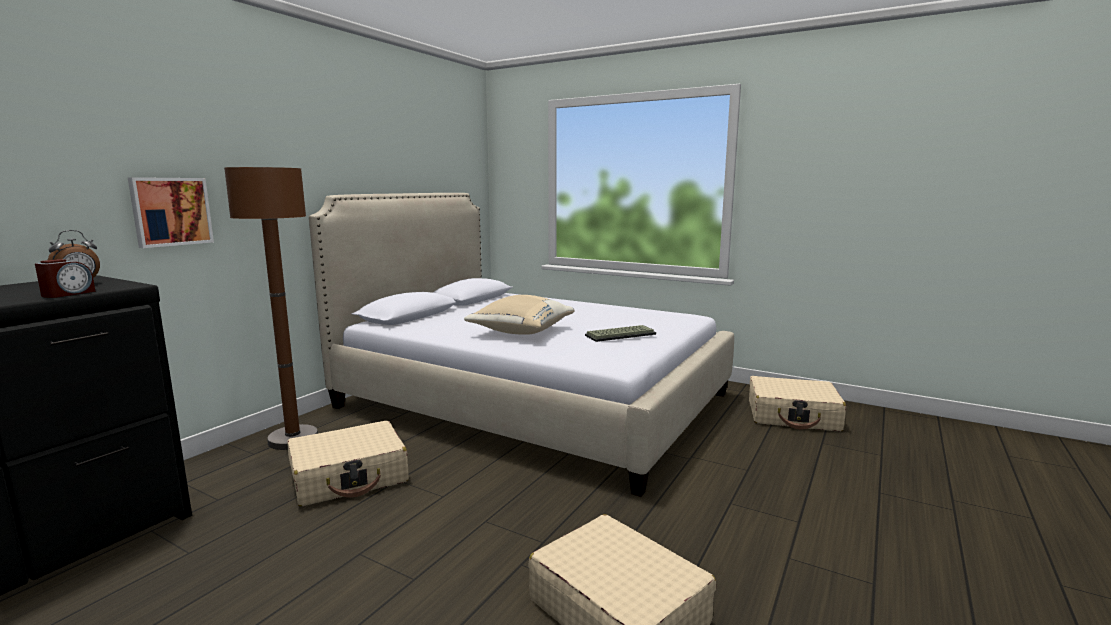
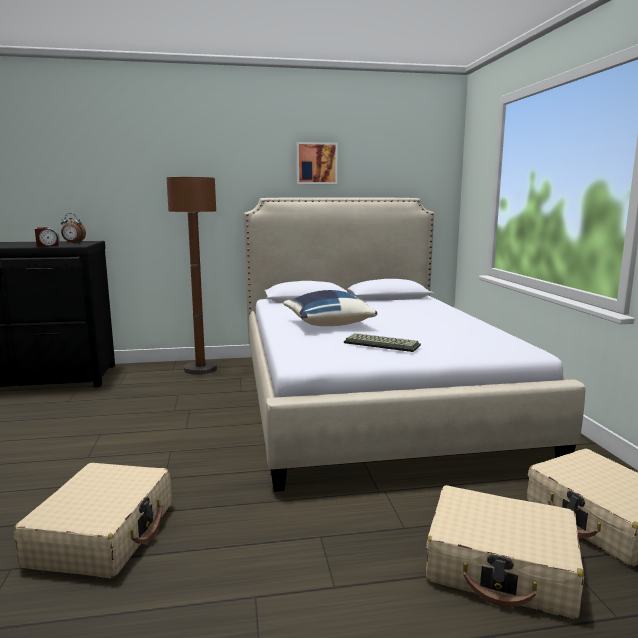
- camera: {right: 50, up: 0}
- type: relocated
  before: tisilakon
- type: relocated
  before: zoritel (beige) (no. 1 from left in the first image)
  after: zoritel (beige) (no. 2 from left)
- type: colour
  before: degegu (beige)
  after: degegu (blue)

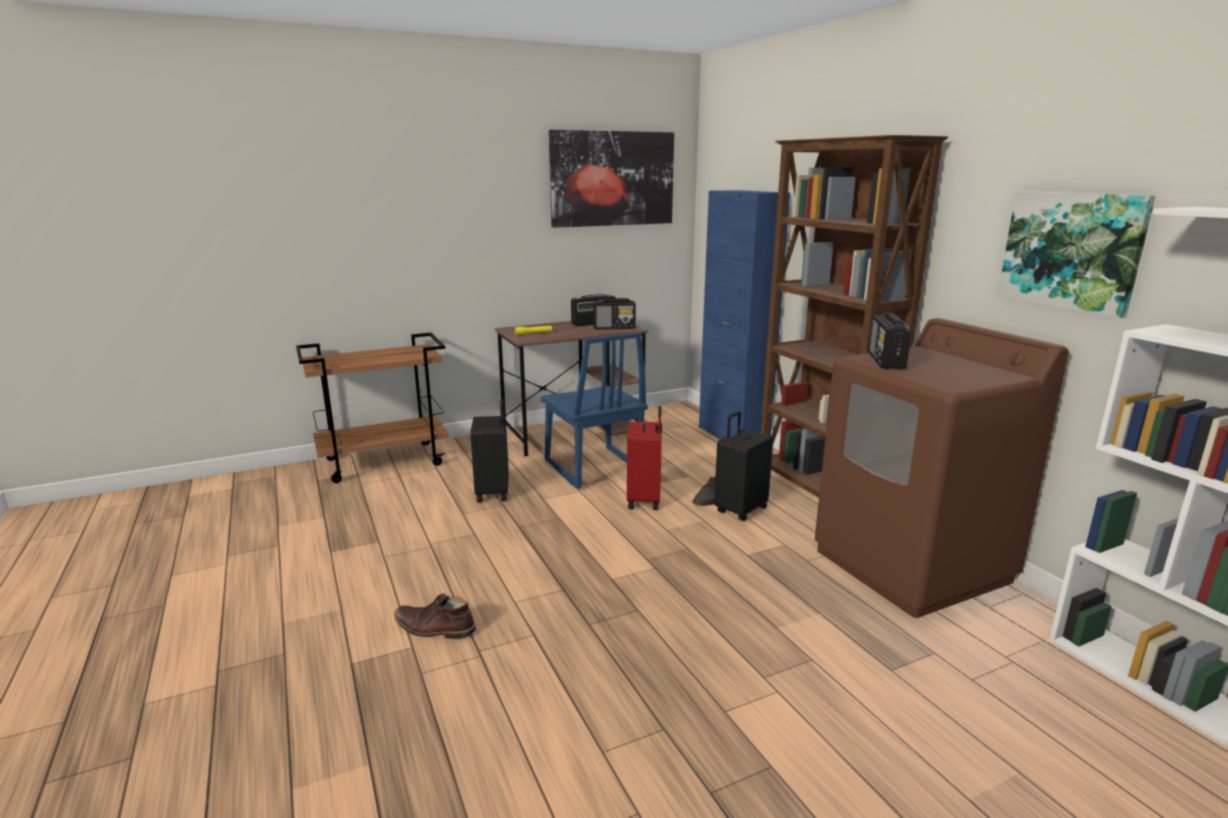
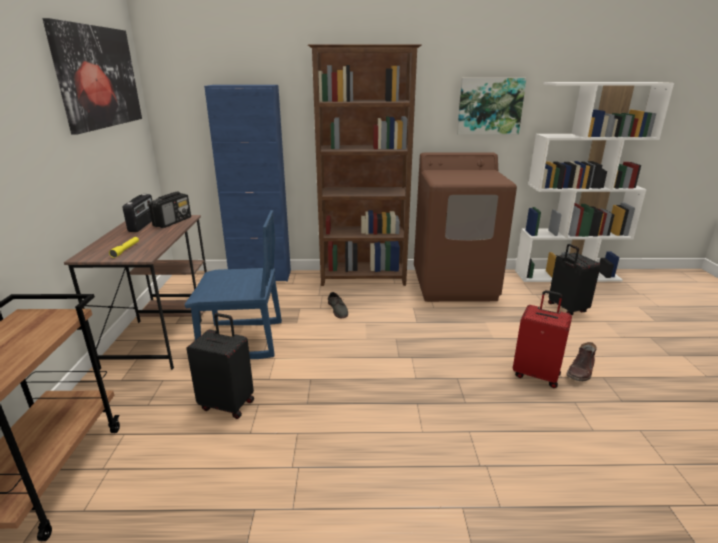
- camera: {right: -65, up: 5}
- type: missing
  before: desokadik (no. 3 from left)
- type: relocated
  before: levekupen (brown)
- type: relocated
  before: zoritel (red)
- type: relocated
  before: zoritel (black) (no. 2 from left)

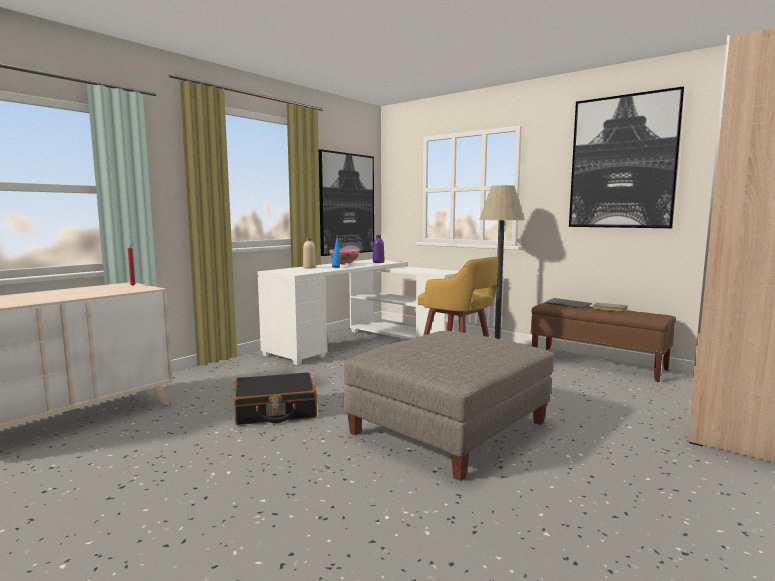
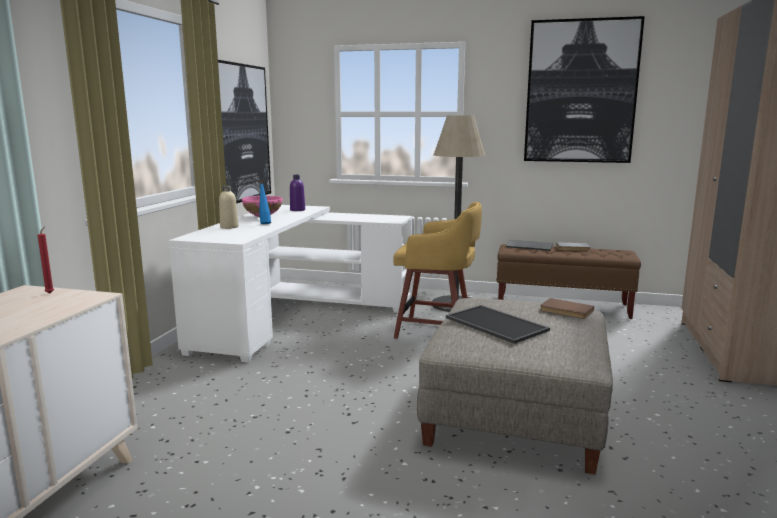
- camera: {right: -25, up: 5}
- type: missing
  before: zoritel (black)
- type: appeared
  after: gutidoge
- type: appeared
  after: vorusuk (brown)

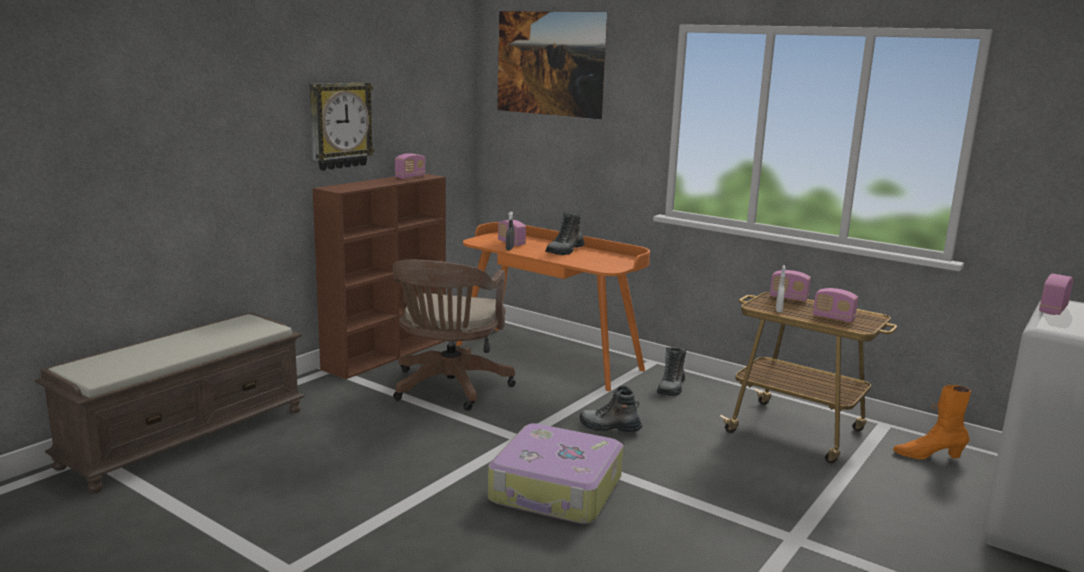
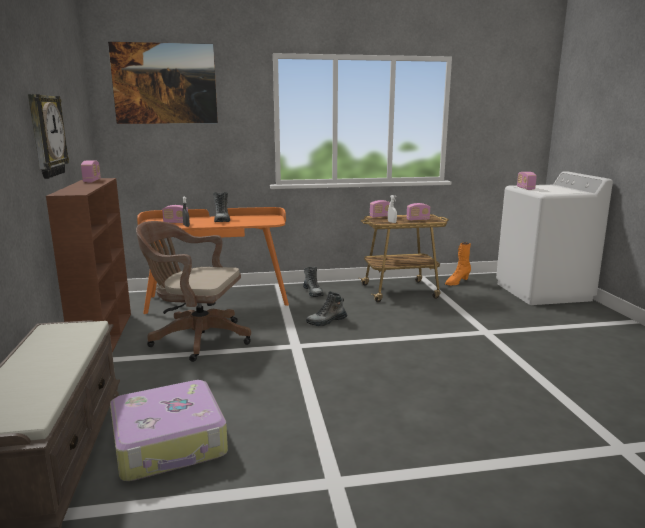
- camera: {right: -45, up: 0}
- type: relocated
  before: zoritel
- type: spun
  before: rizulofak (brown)
  turn: 135

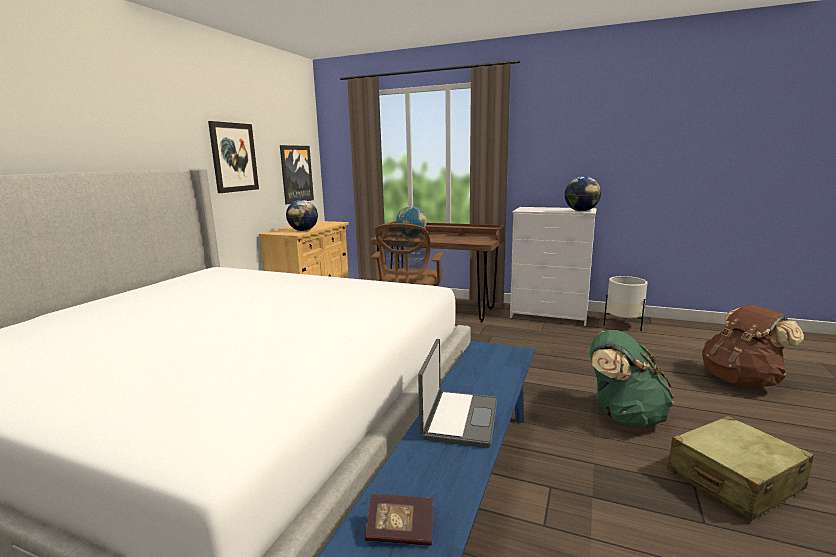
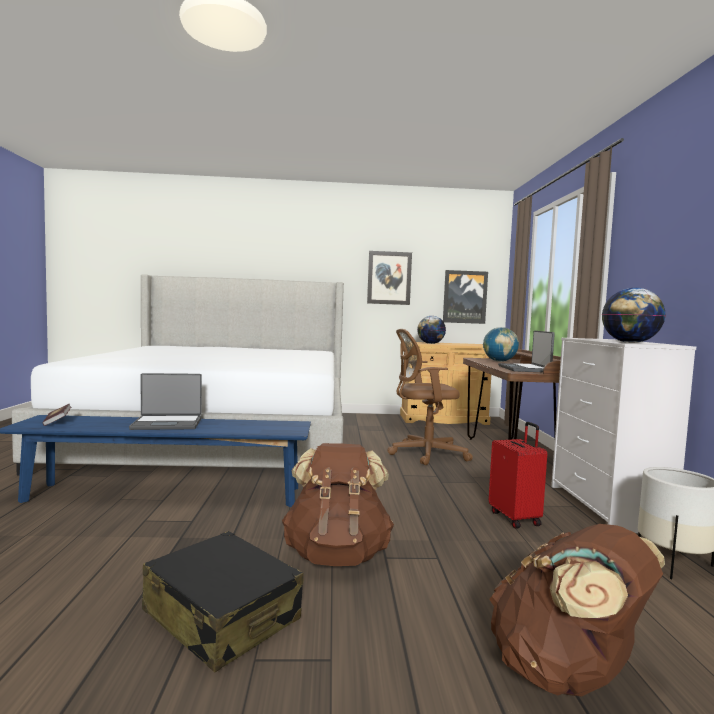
- camera: {right: 65, up: -10}
- type: appeared
  after: zoritel (red)
- type: appeared
  after: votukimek (no. 2 from left)
- type: colour
  before: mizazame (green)
  after: mizazame (brown) (no. 1 from left)
- type: colour
  before: zoritel (beige)
  after: zoritel (black)

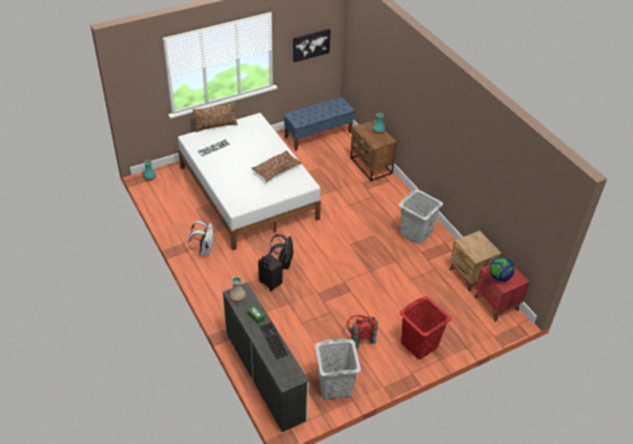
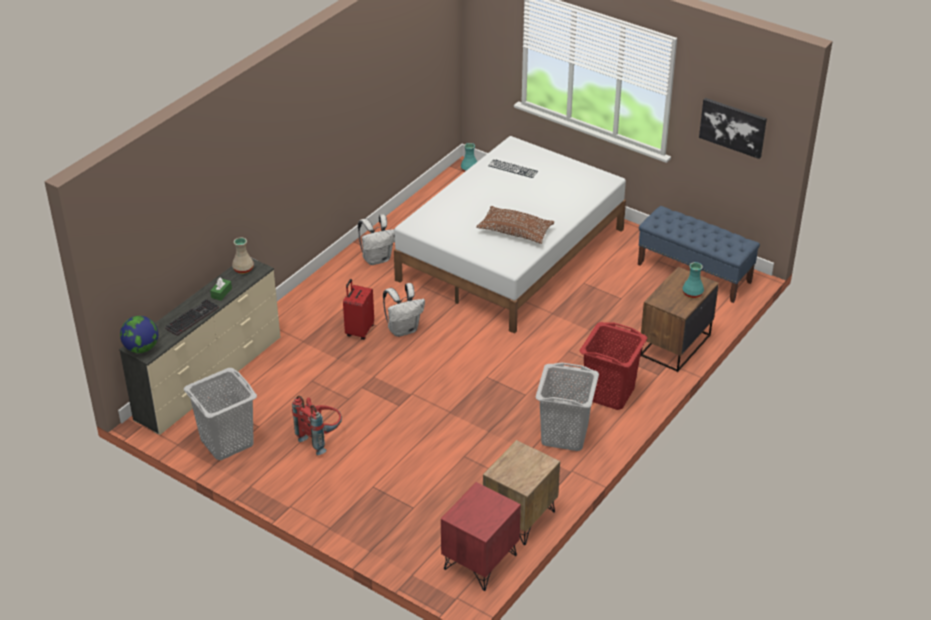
- camera: {right: 65, up: -5}
- type: missing
  before: degegu (brown) (no. 1 from left)
- type: relocated
  before: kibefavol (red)
- type: relocated
  before: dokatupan
- type: colour
  before: zoritel (black)
  after: zoritel (red)
- type: colour
  before: mizazame (black)
  after: mizazame (white) (no. 2 from left)

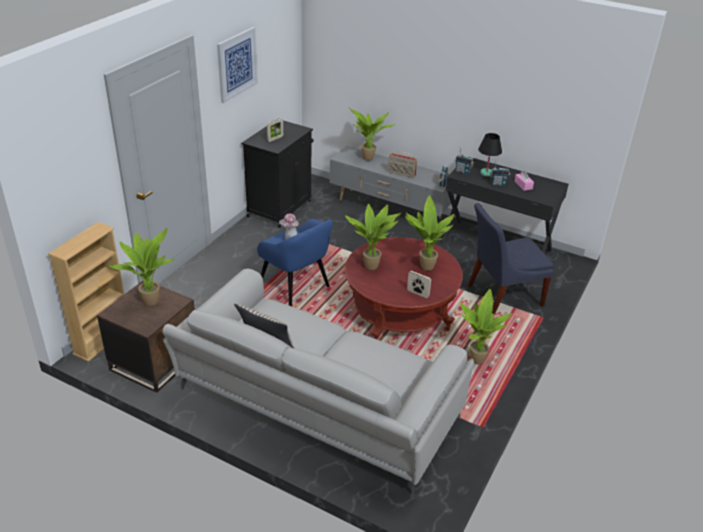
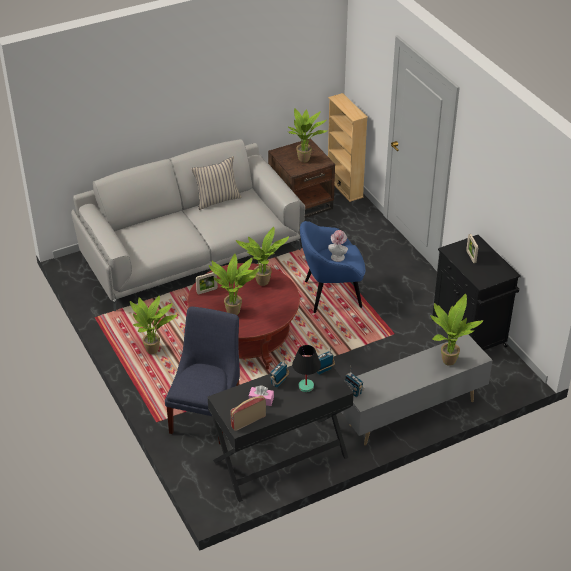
- camera: {right: 125, up: 5}
- type: missing
  before: tisilakon
- type: relocated
  before: desokadik (no. 1 from left)

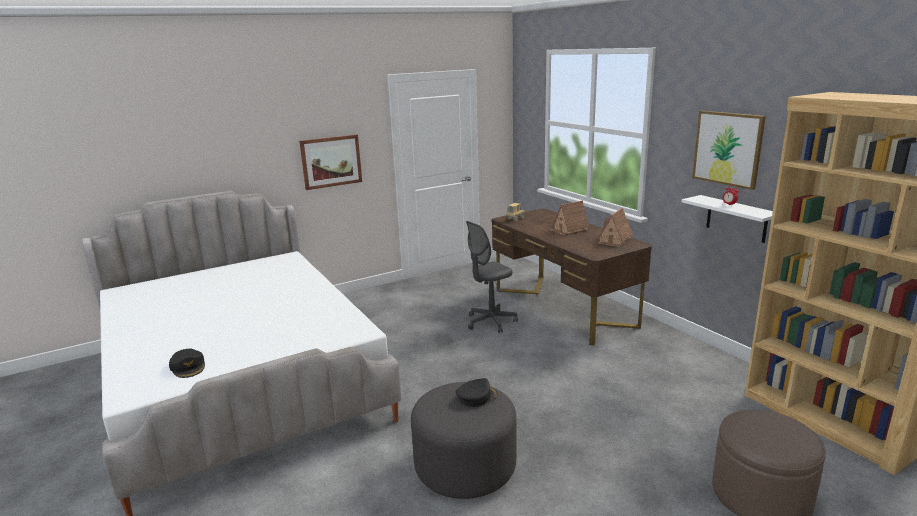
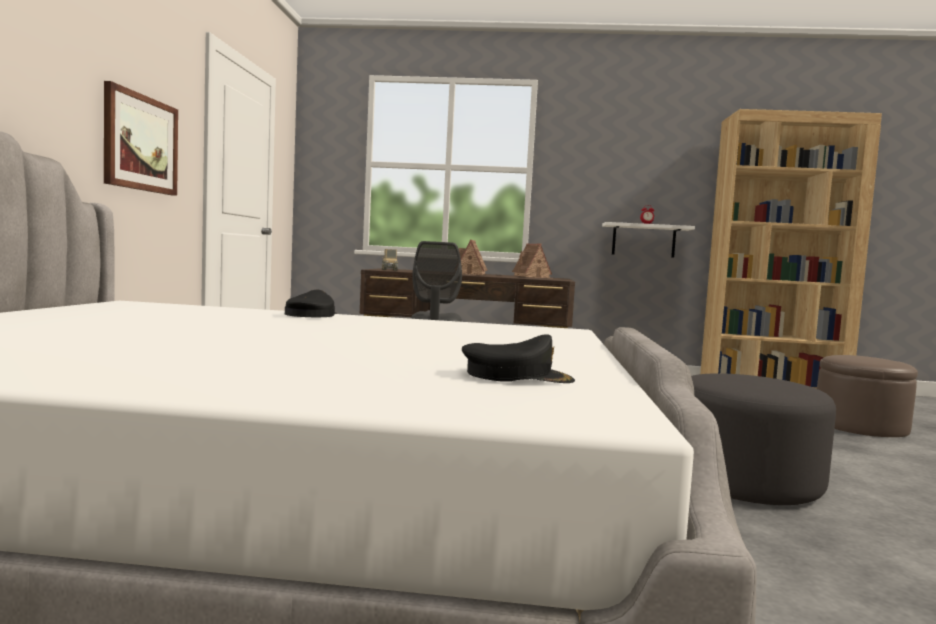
- camera: {right: -55, up: -15}
- type: missing
  before: tisilakon (no. 2 from left)
- type: relocated
  before: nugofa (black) (no. 2 from left in the first image)
  after: nugofa (black) (no. 1 from left)

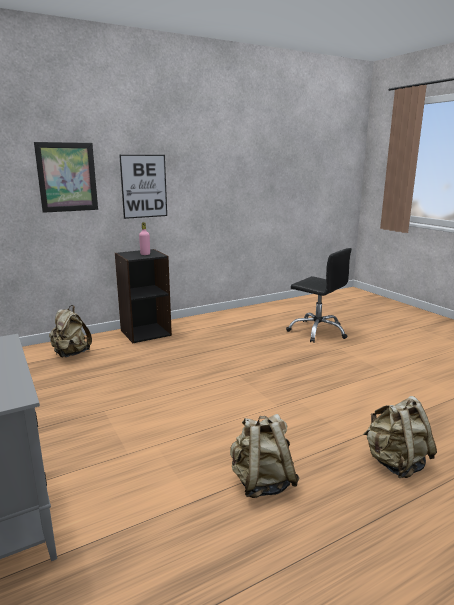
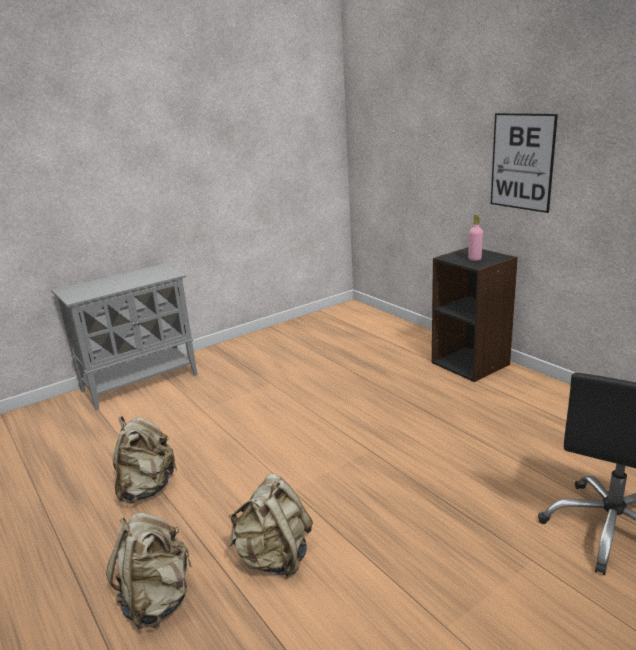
- camera: {right: 85, up: 5}
- type: missing
  before: tisilakon (no. 1 from left)
- type: relocated
  before: mizazame (beige) (no. 1 from left in the first image)
  after: mizazame (beige) (no. 3 from left)

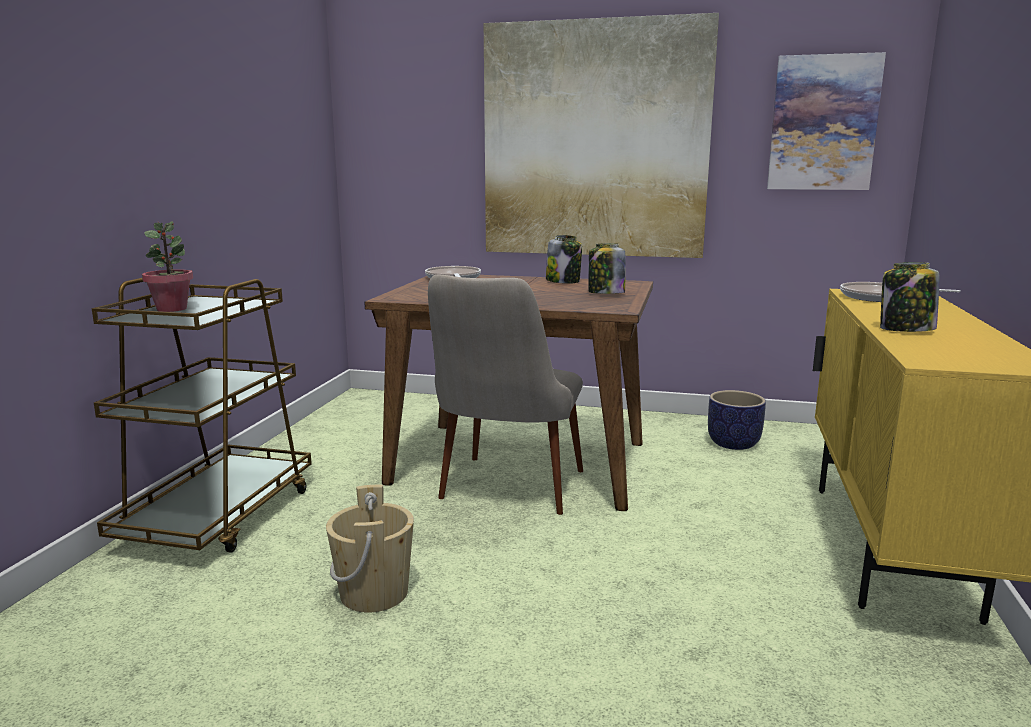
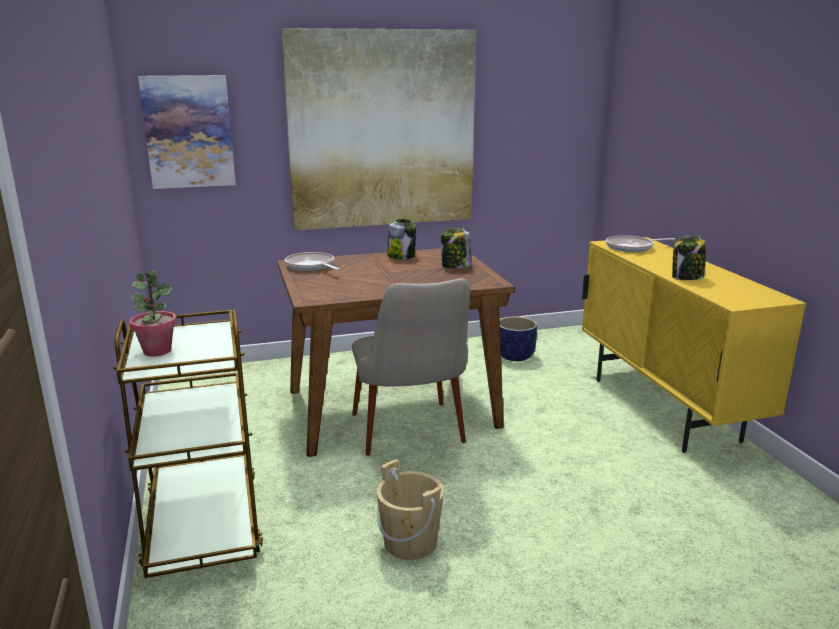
- camera: {right: -30, up: 5}
- type: relocated
  before: tisilakon (no. 2 from left in the first image)
  after: tisilakon (no. 1 from left)

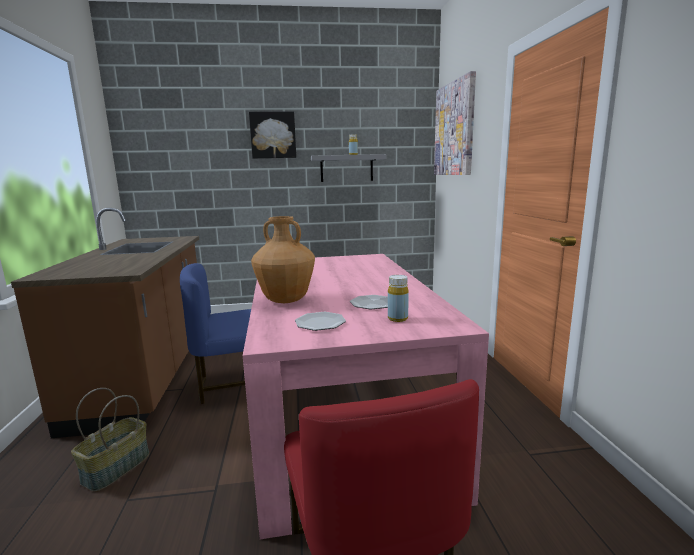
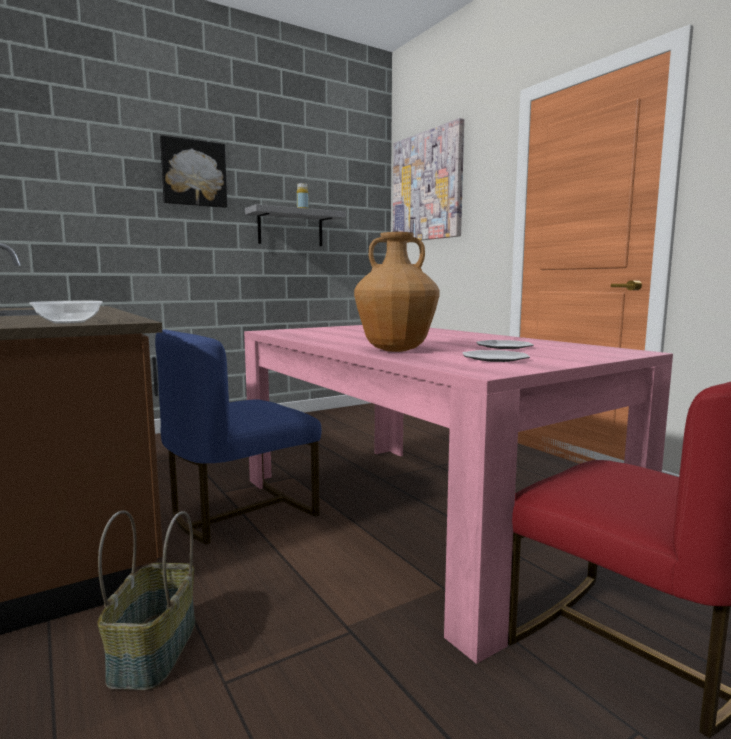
- camera: {right: -25, up: -5}
- type: missing
  before: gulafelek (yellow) (no. 2 from left)
- type: appeared
  after: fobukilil

